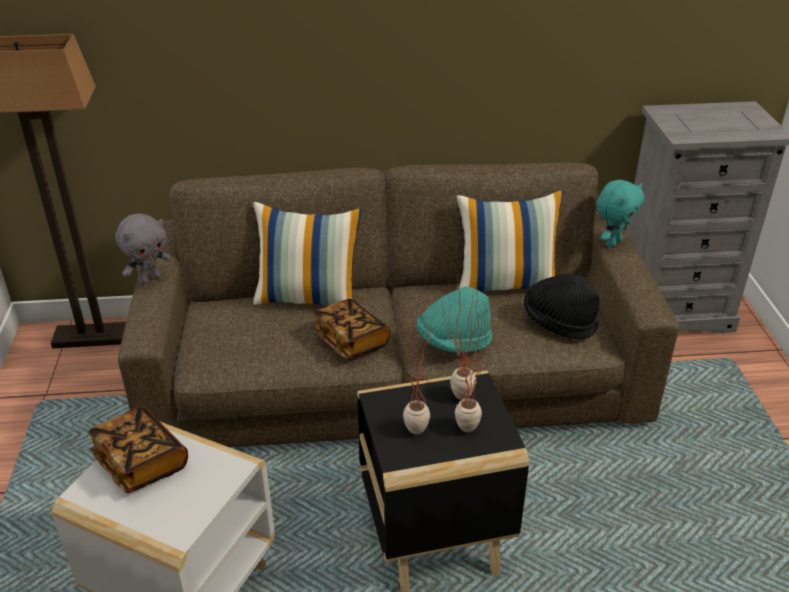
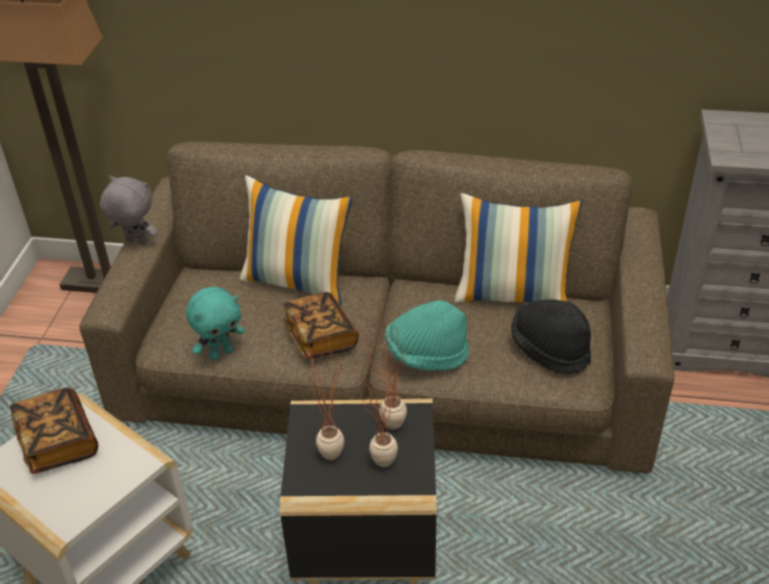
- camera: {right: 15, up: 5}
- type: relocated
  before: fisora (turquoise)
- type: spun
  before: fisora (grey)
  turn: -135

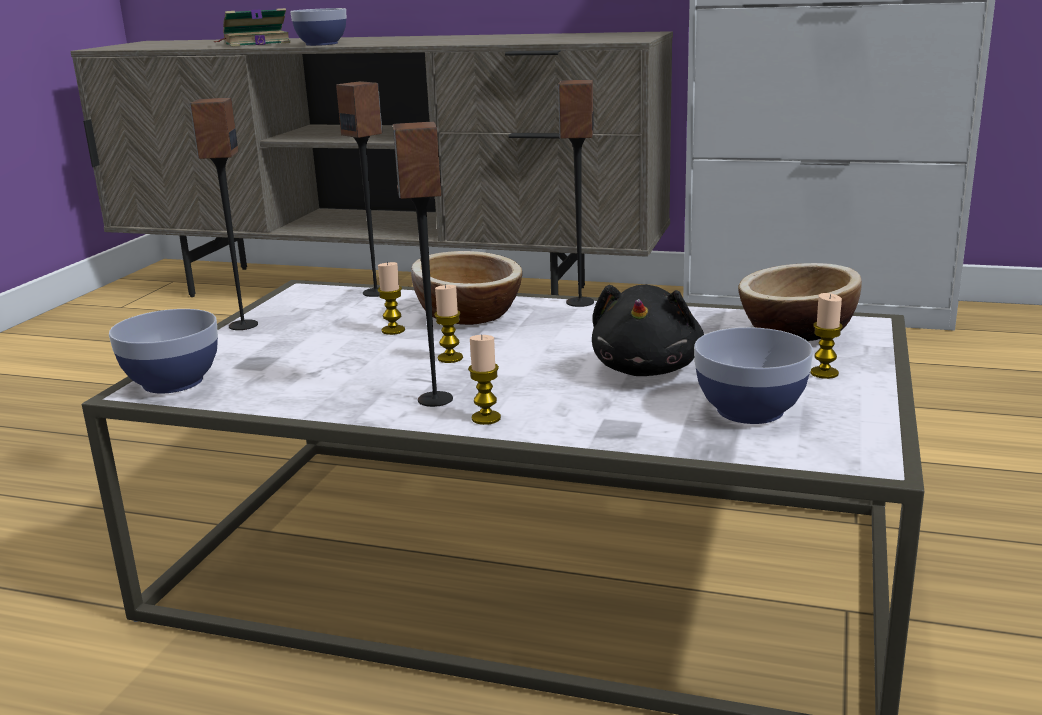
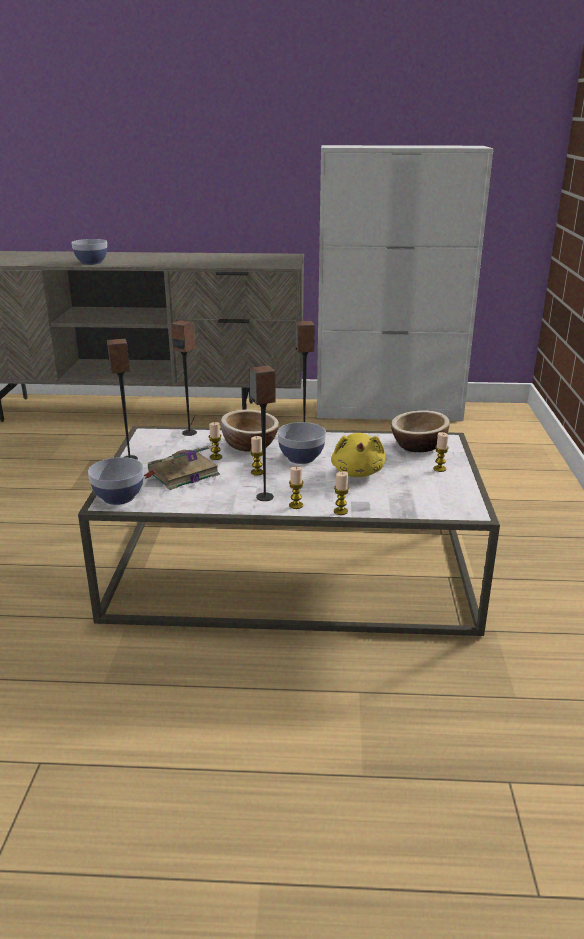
- camera: {right: -15, up: 5}
- type: appeared
  after: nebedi (no. 4 from left)
- type: relocated
  before: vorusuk
- type: relocated
  before: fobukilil (no. 4 from left)
- type: colour
  before: fisora (black)
  after: fisora (yellow)

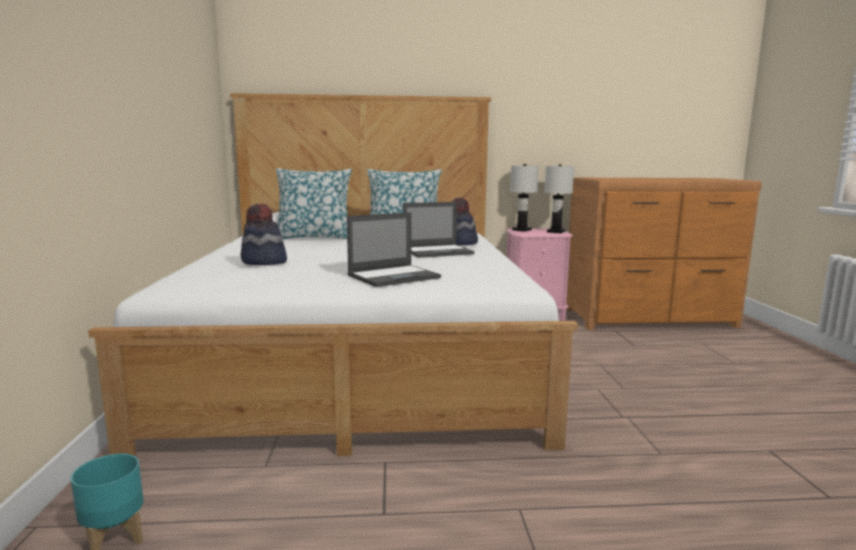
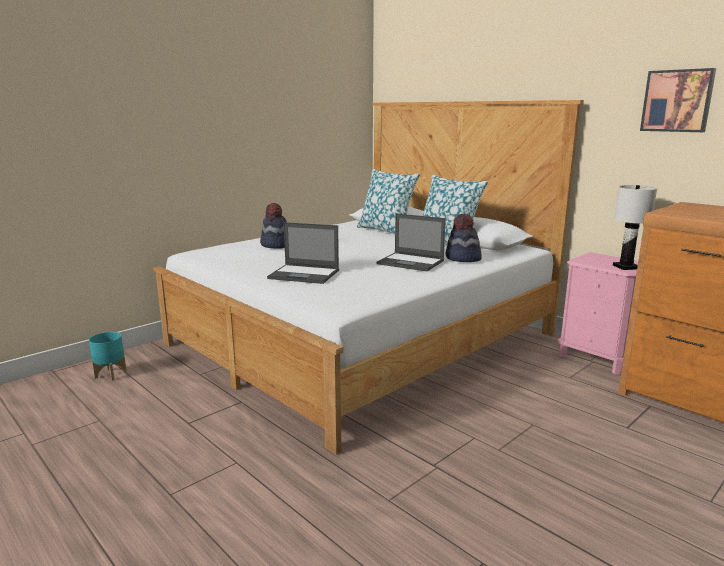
- camera: {right: 50, up: 5}
- type: missing
  before: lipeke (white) (no. 1 from left)
- type: appeared
  after: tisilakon

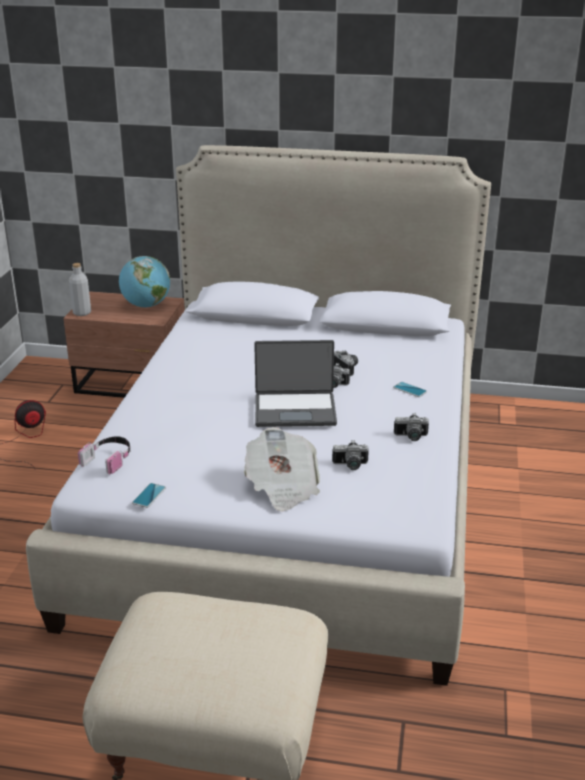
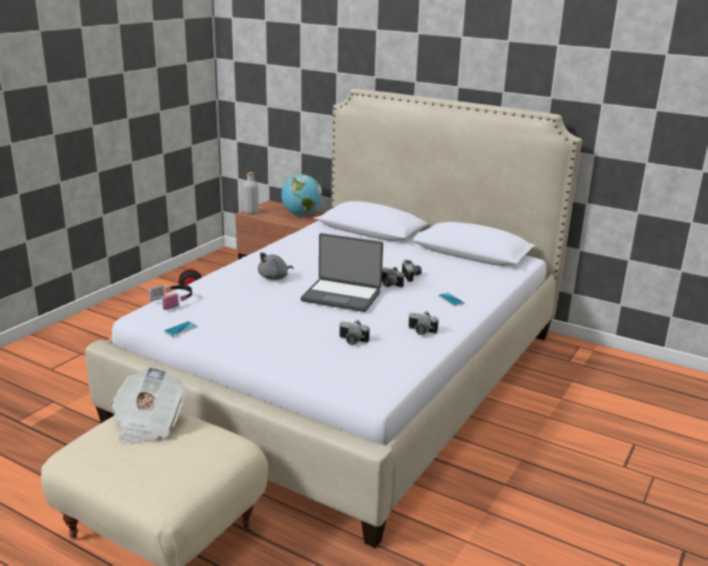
- camera: {right: 20, up: -5}
- type: appeared
  after: fisora (grey)
- type: relocated
  before: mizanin

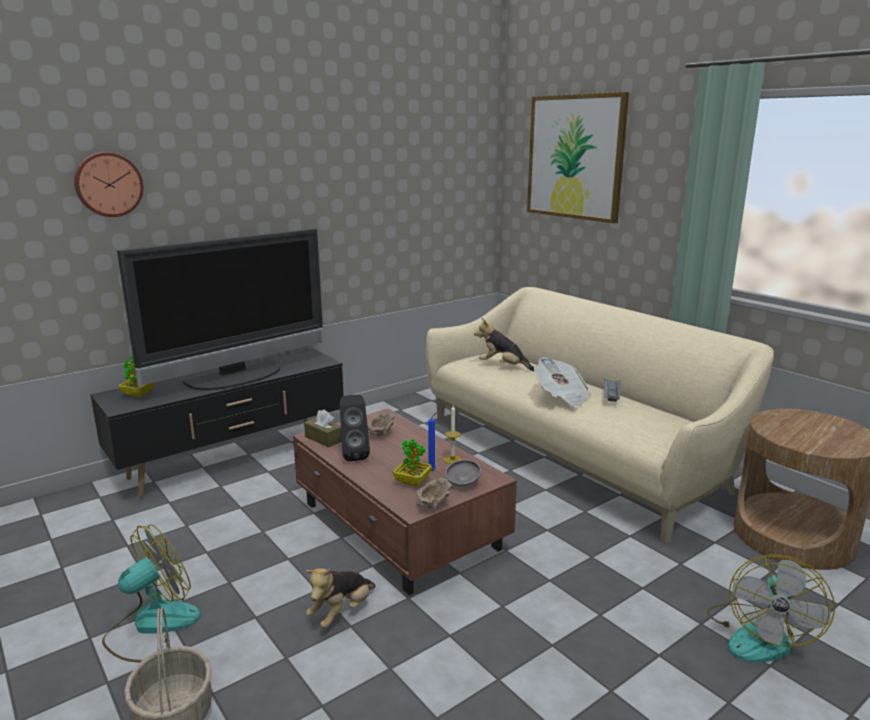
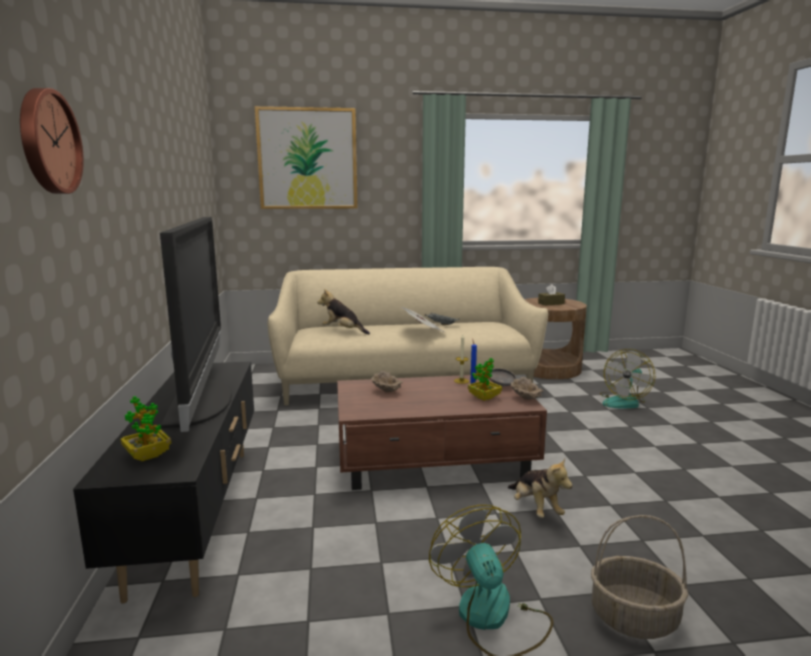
- camera: {right: -60, up: -5}
- type: missing
  before: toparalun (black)
- type: relocated
  before: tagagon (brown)
- type: spun
  before: fisora (no. 2 from left in the first image)
  turn: 60
- type: spun
  before: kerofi (no. 2 from left)
  turn: 75

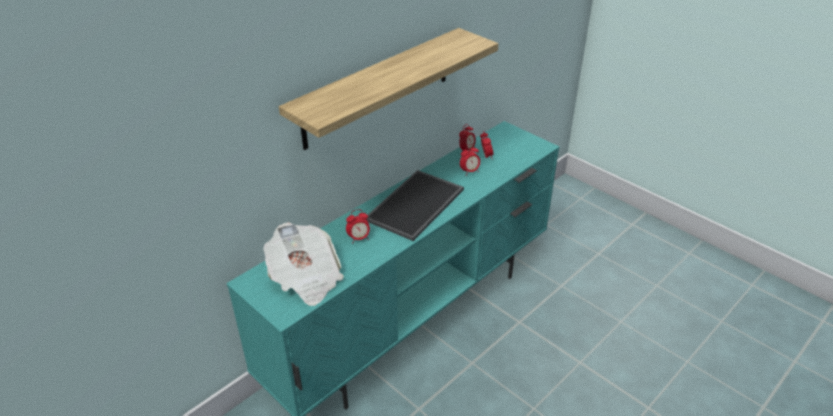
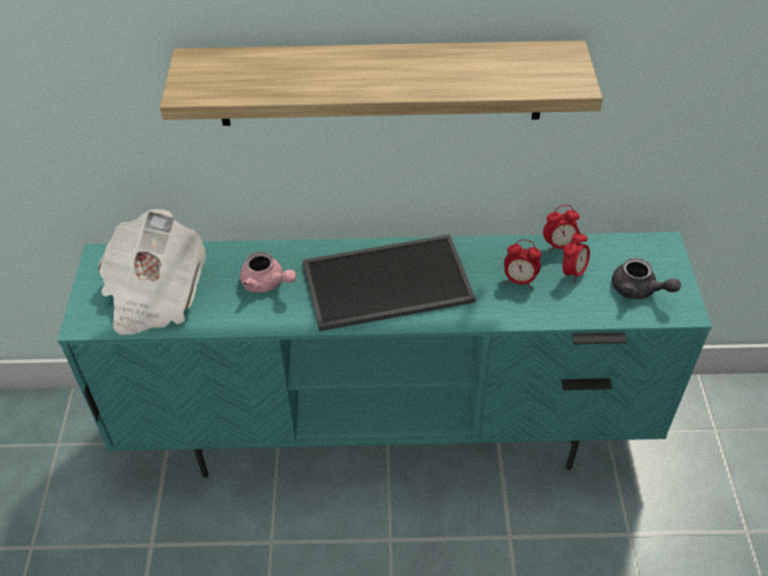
- camera: {right: 45, up: 10}
- type: appeared
  after: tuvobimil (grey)
- type: exchanged
  before: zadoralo (no. 1 from left)
  after: tuvobimil (pink)

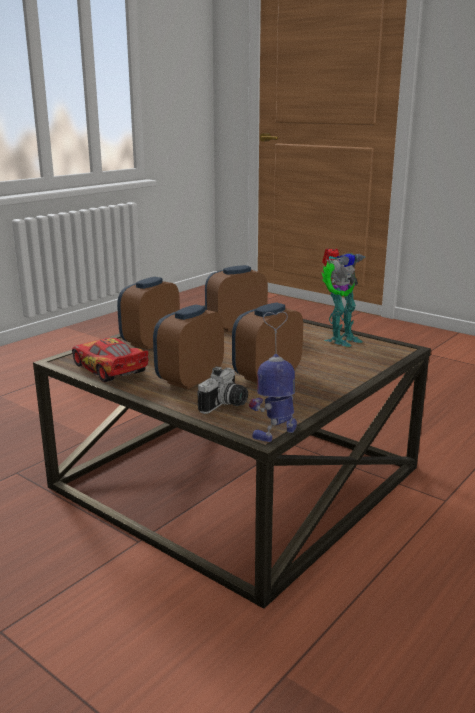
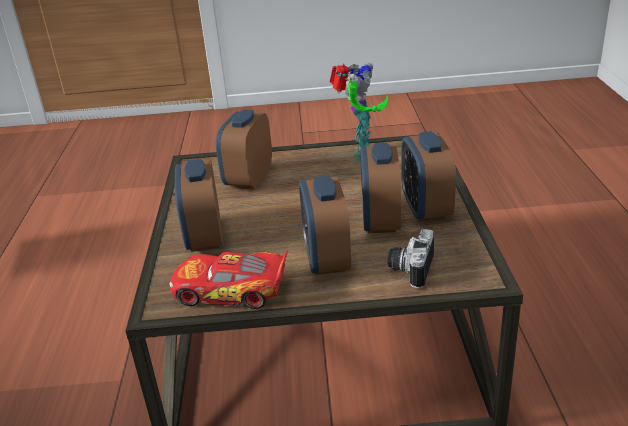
- camera: {right: -40, up: 10}
- type: missing
  before: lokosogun (no. 1 from left)
- type: appeared
  after: zadoralo (no. 5 from left)
- type: spun
  before: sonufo
  turn: -150

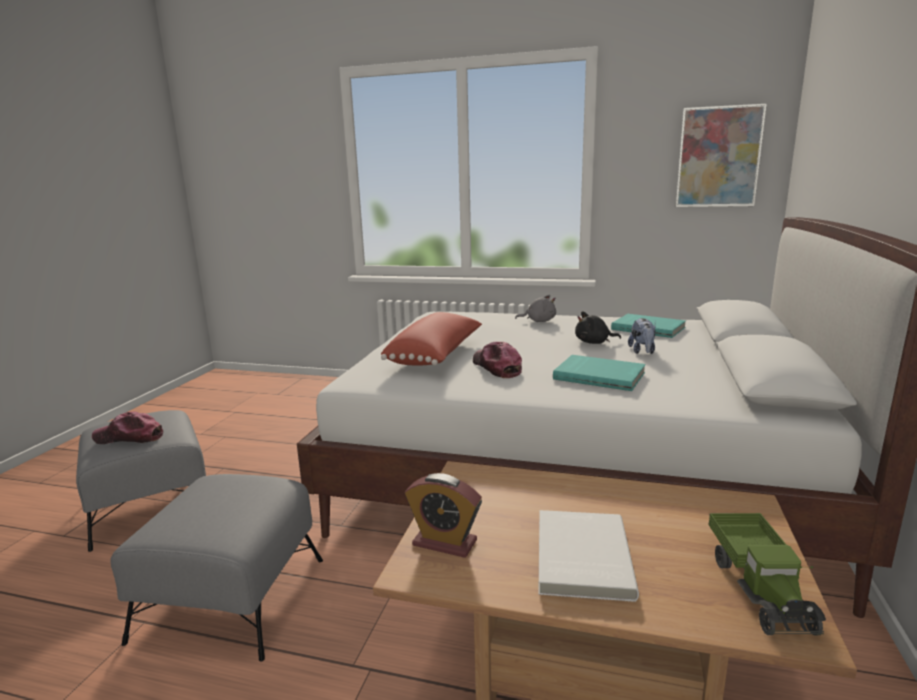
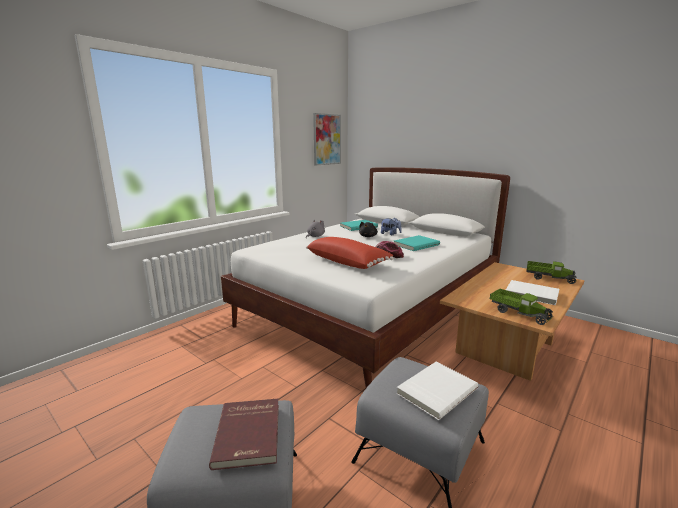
- camera: {right: -65, up: 0}
- type: appeared
  after: vorusuk (white) (no. 1 from left)
- type: exchanged
  before: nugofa (no. 1 from left)
  after: vorusuk (red)
- type: exchanged
  before: zadoralo
  after: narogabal (no. 1 from left)

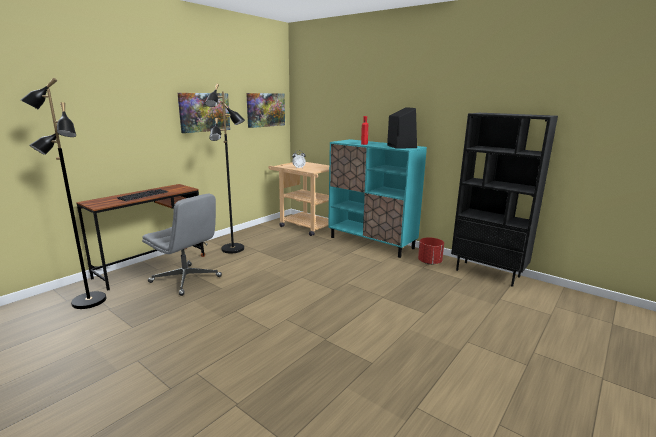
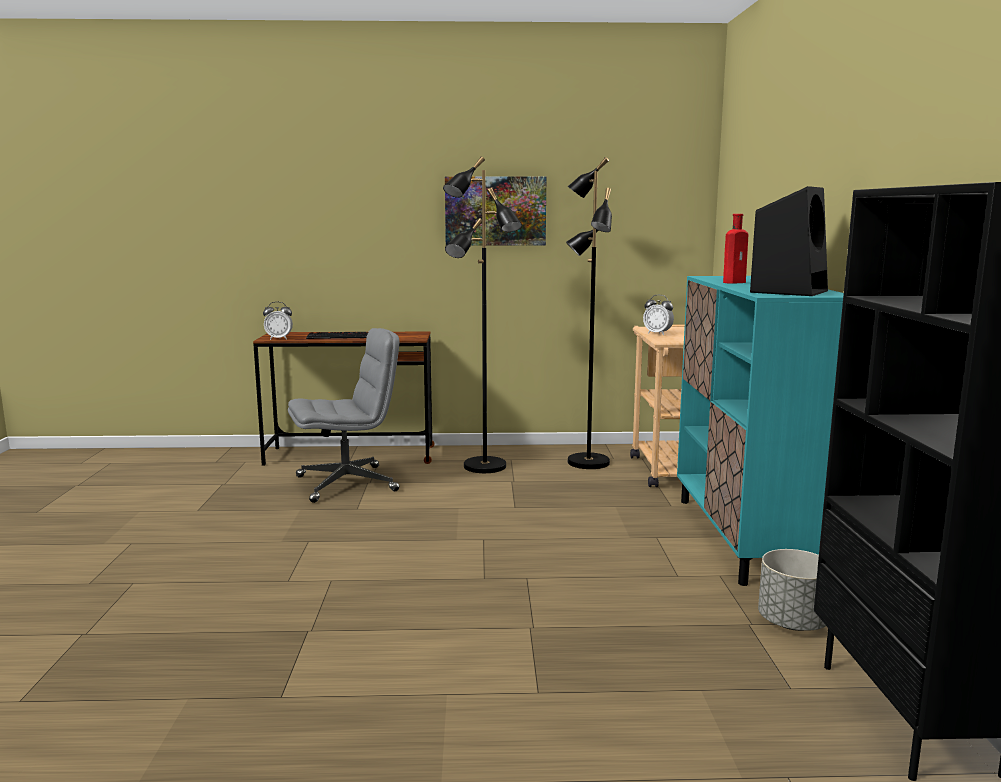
- camera: {right: 50, up: -5}
- type: missing
  before: tisilakon (no. 2 from left)
- type: appeared
  after: zadoralo (no. 1 from left)
- type: relocated
  before: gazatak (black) (no. 1 from left in the first image)
  after: gazatak (black) (no. 2 from left)
- type: colour
  before: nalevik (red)
  after: nalevik (grey)
- type: spun
  before: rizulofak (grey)
  turn: -105

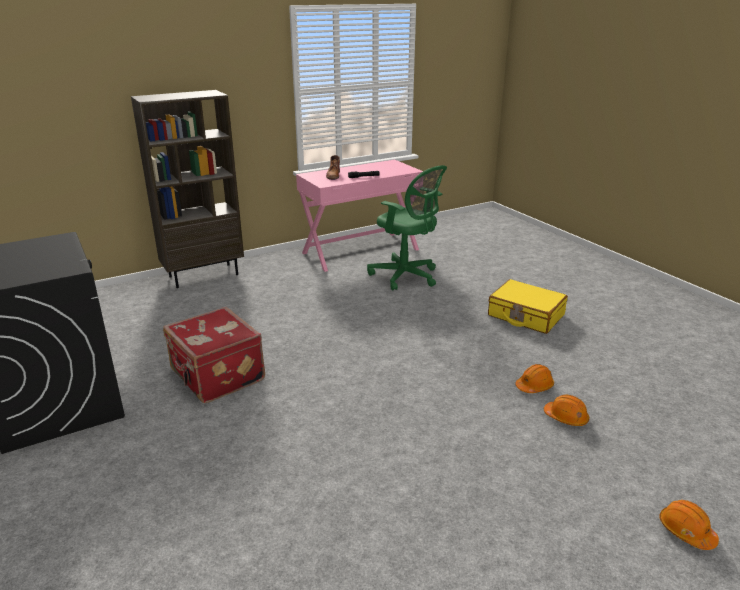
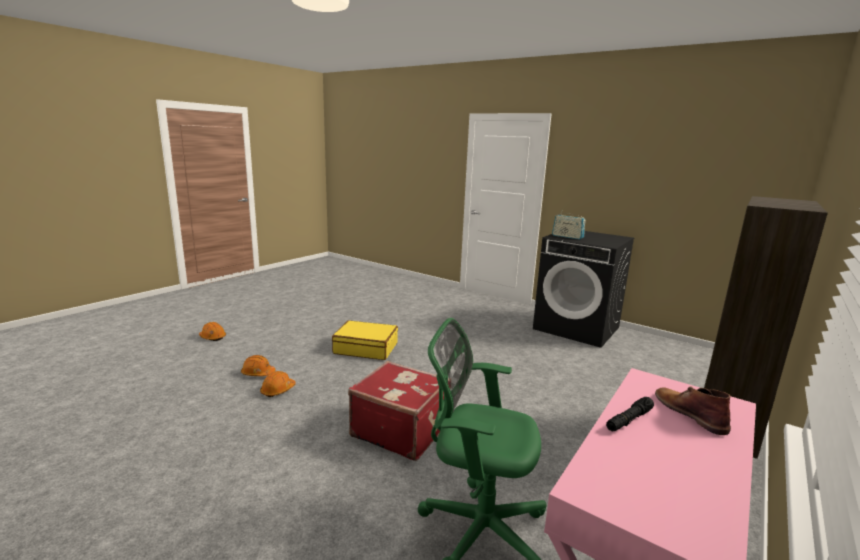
- camera: {right: 155, up: -10}
- type: appeared
  after: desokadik
- type: relocated
  before: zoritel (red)
- type: relocated
  before: zoritel (yellow)

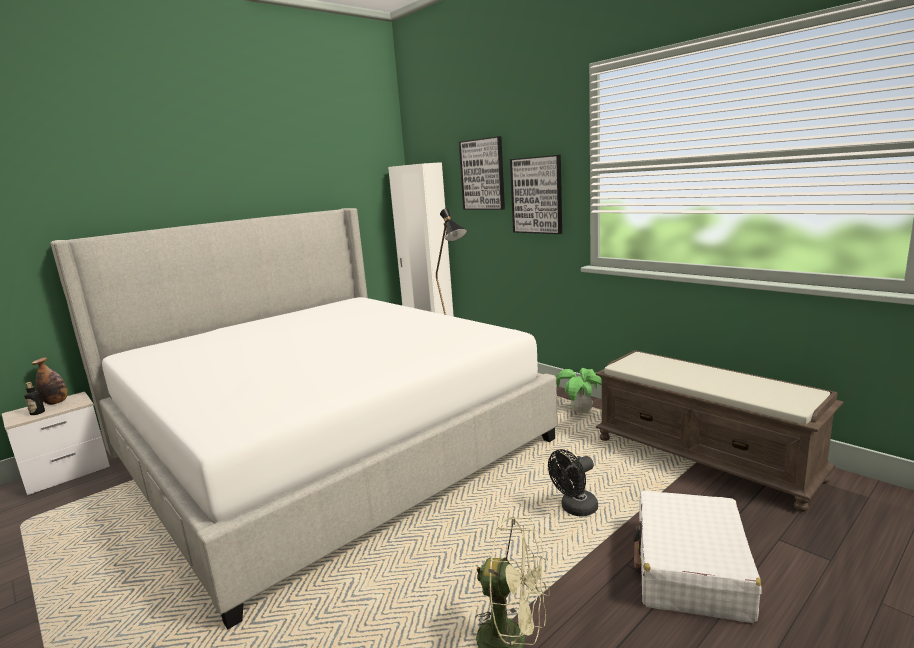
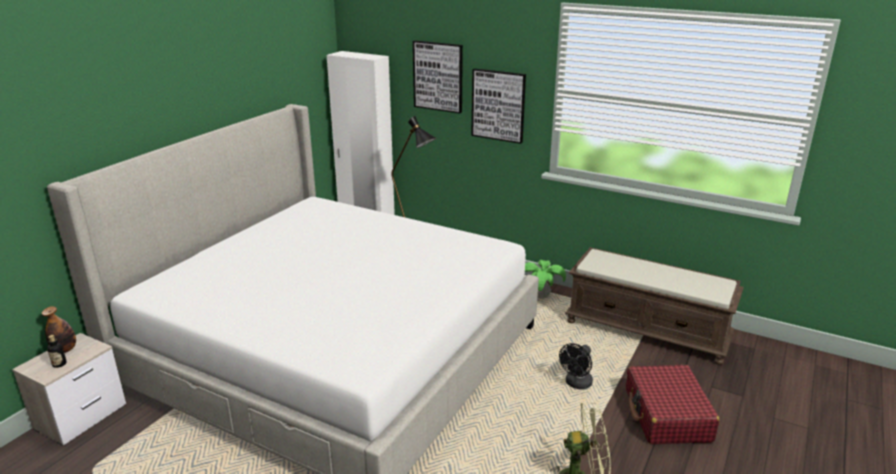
- camera: {right: -20, up: 10}
- type: colour
  before: zoritel (white)
  after: zoritel (red)

